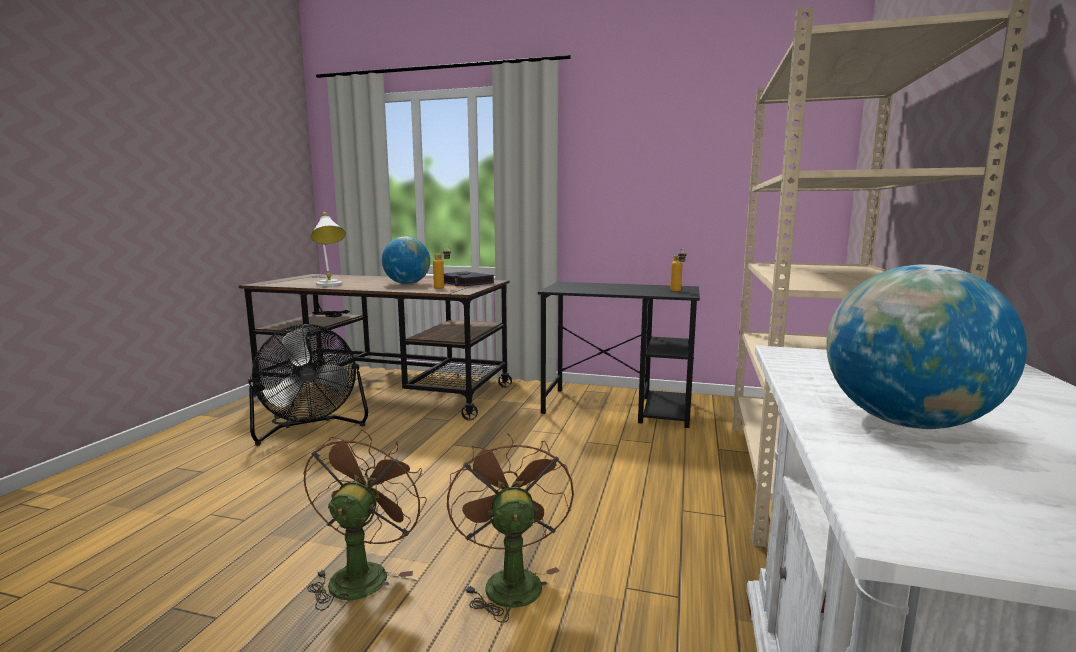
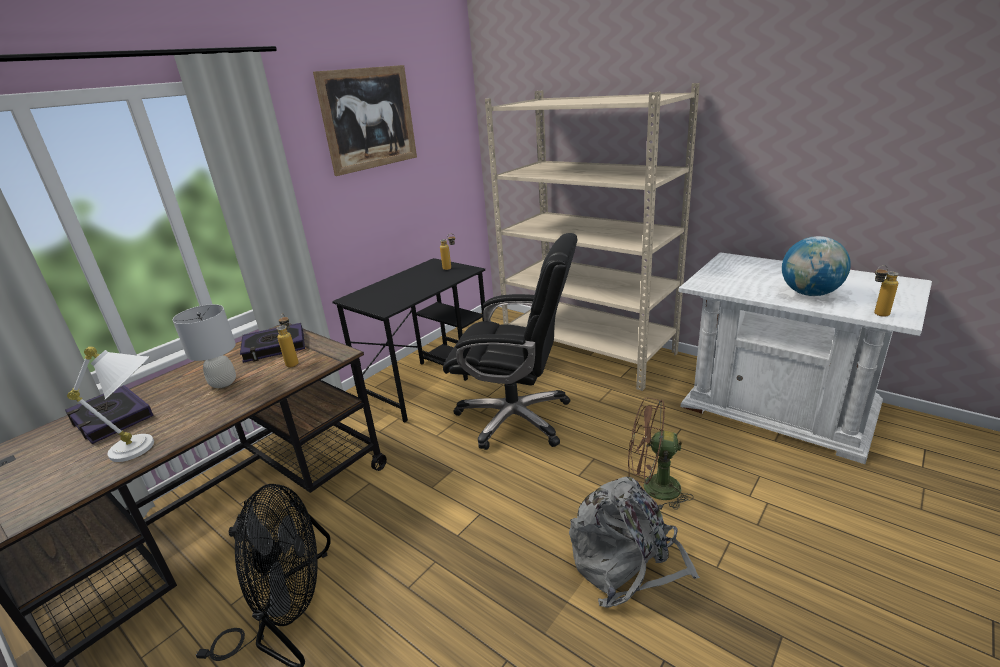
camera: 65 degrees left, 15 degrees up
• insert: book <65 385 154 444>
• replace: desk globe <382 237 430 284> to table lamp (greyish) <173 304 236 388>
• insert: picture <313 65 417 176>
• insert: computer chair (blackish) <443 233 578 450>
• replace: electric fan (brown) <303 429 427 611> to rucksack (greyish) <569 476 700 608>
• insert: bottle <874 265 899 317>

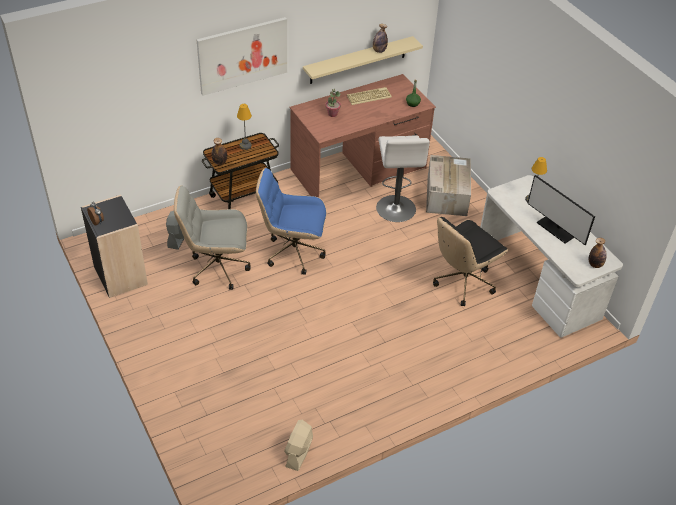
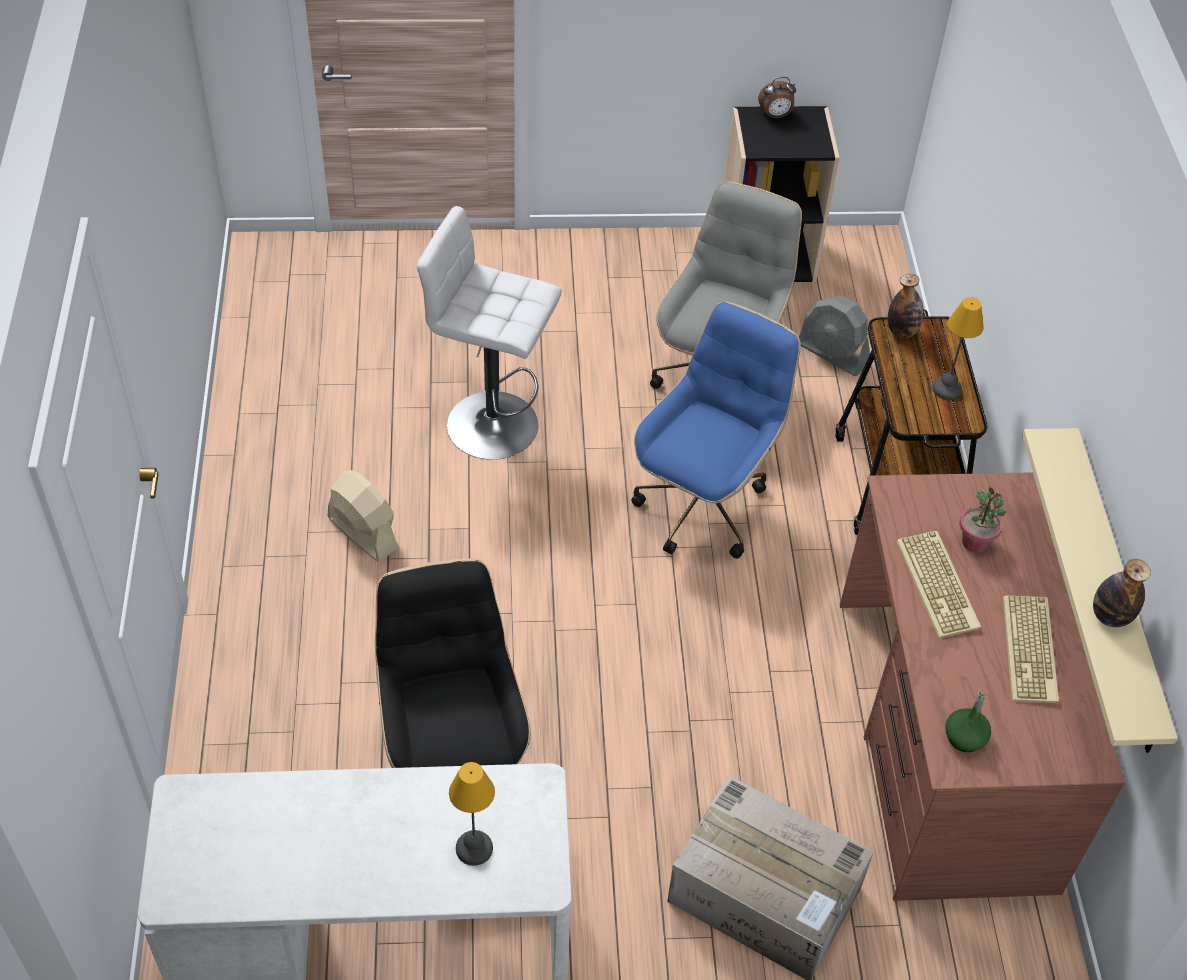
camera: 115 degrees right, 5 degrees up
• move: electric fan (beige-coloured) <284 420 313 471> to <328 470 399 562>
• move: stool (white-coloured) <376 136 430 222> to <417 206 562 460>
• insert: keyboard <897 531 981 638>
• delete: picture <196 17 287 96>
• delete: computer display <527 175 595 245>
• delete: bottle <589 238 607 268>

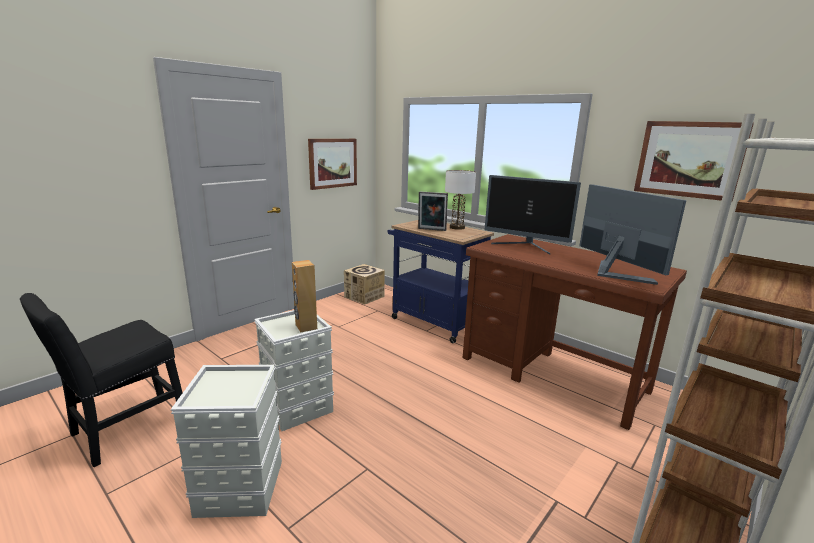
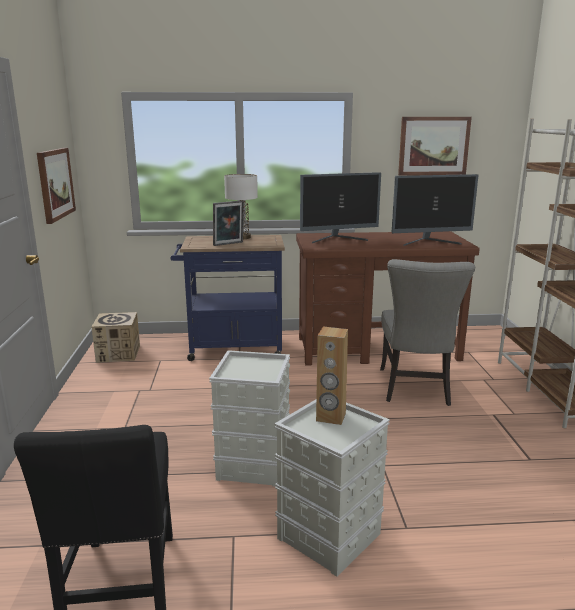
camera: 45 degrees left, 0 degrees up
• move: speaker (brown) <292 260 317 333> to <316 327 348 425>
• insert: upright chair (greyish) <380 259 475 406>
• rotate: computer display <579 184 686 285> = <392 174 479 246> 150 degrees clockwise

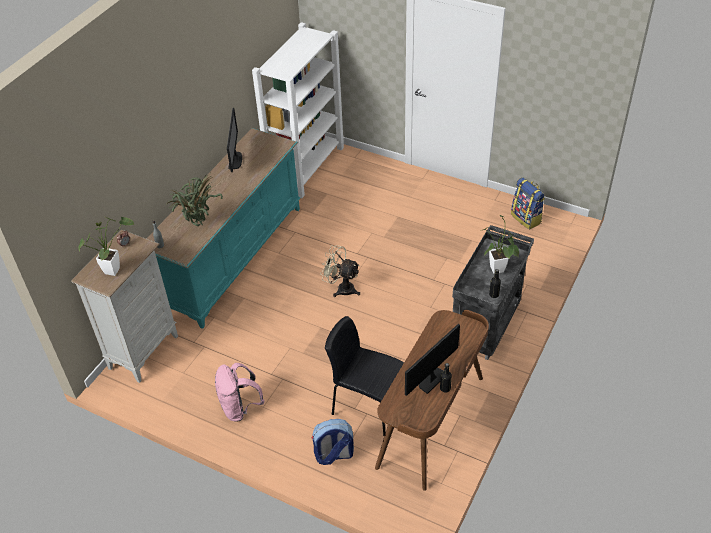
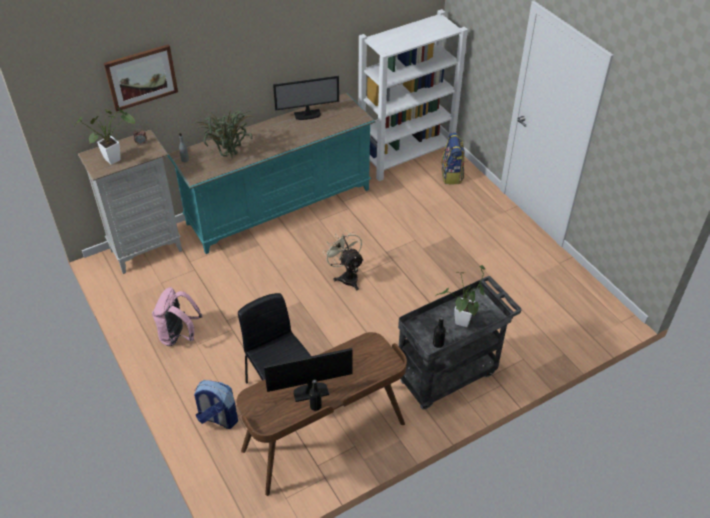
camera: 30 degrees right, 0 degrees up
• insert: picture <104 44 178 112>
• rotate: computer display <227 108 242 172> = <273 75 339 120> 45 degrees clockwise
• move: rucksack <511 178 545 230> to <441 133 465 184>

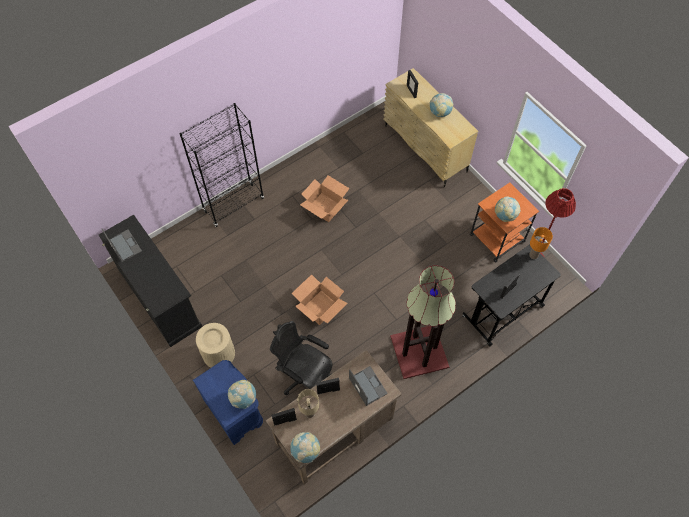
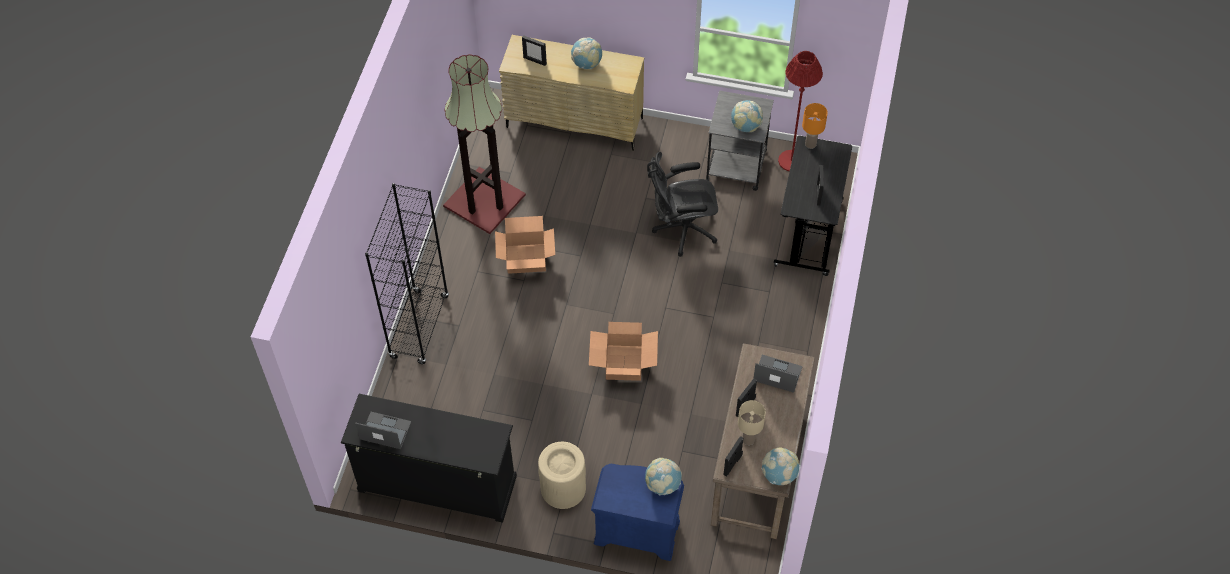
camera: 40 degrees left, 5 degrees down
• move: standard lamp <390 265 456 379> to <443 54 526 234>
• move: computer chair <270 321 332 395> to <647 152 718 257>
• recolor: cart (orangey) <470 183 539 262> to cart (greyish) <706 90 774 191>

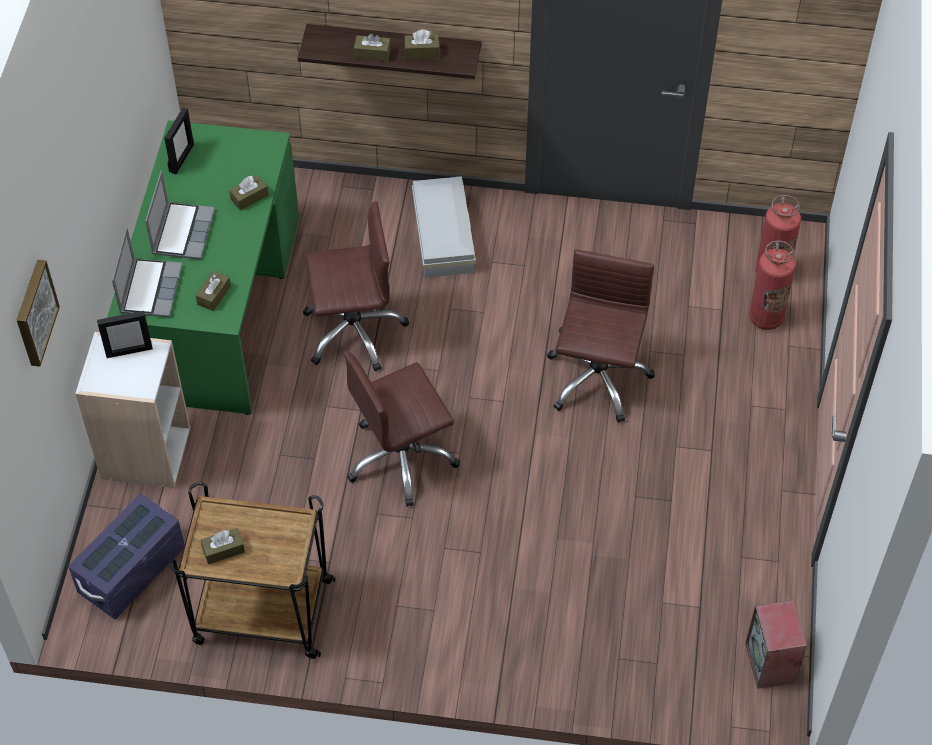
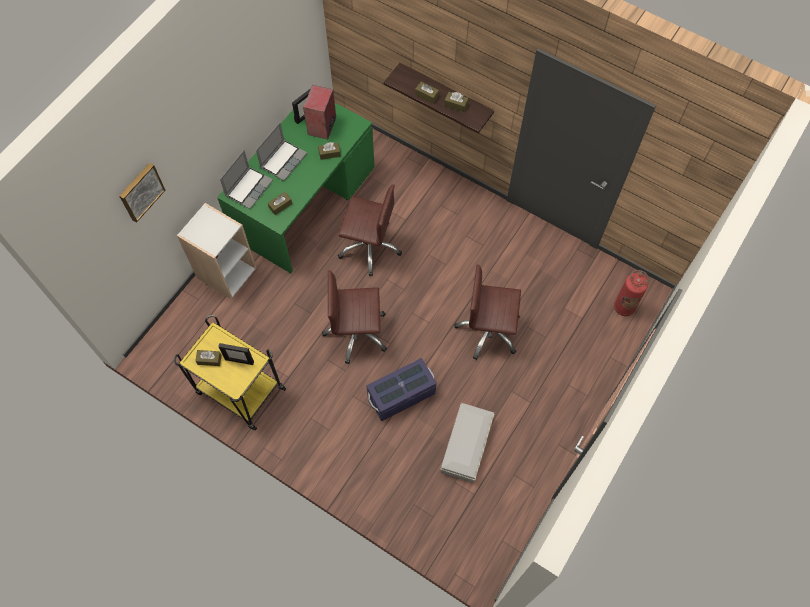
camera: 25 degrees right, 10 degrees up
• recolor: cart (brown) <169 482 336 659> to cart (yellow) <174 315 286 430>
• move: standing frame <97 311 153 358> to <218 343 254 365>
• move: speaker <745 600 807 688> to <303 85 336 140>
• move: storage bin (purple-coloured) <68 494 185 619> to <367 358 436 421>
• move: storage bin (white-coloured) <412 176 476 278> to <440 403 494 483>
• rotate: computer chair (brown) <547 249 655 423> = <454 264 521 360> 120 degrees counterclockwise
• delete: extinguisher <749 240 795 330>

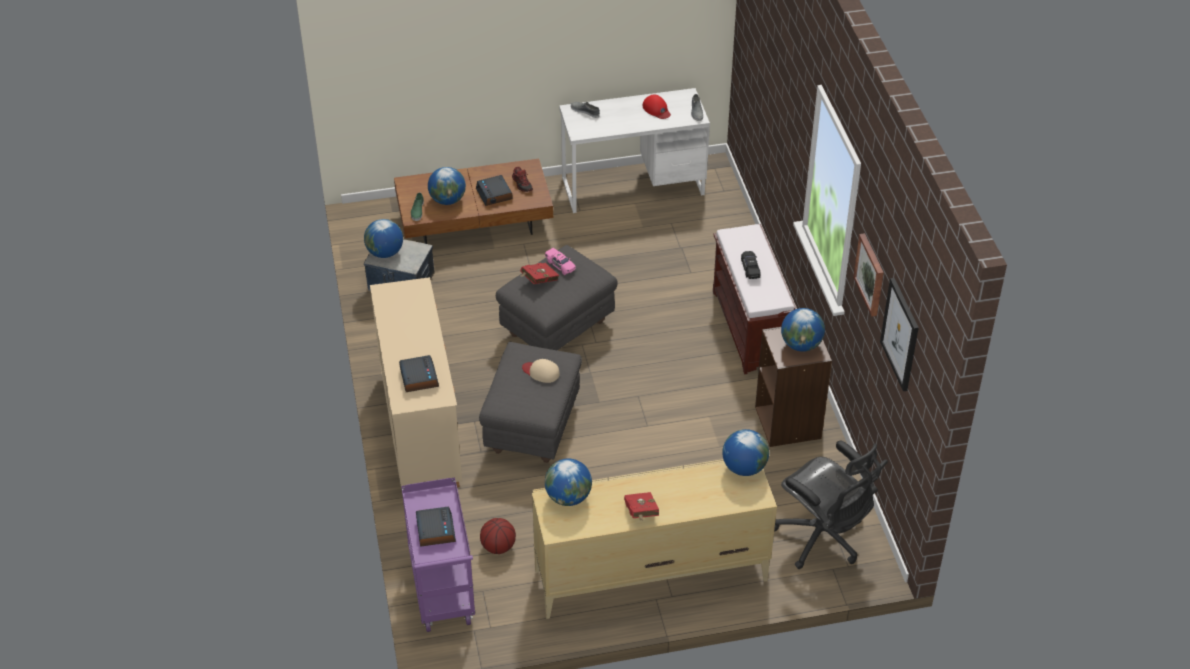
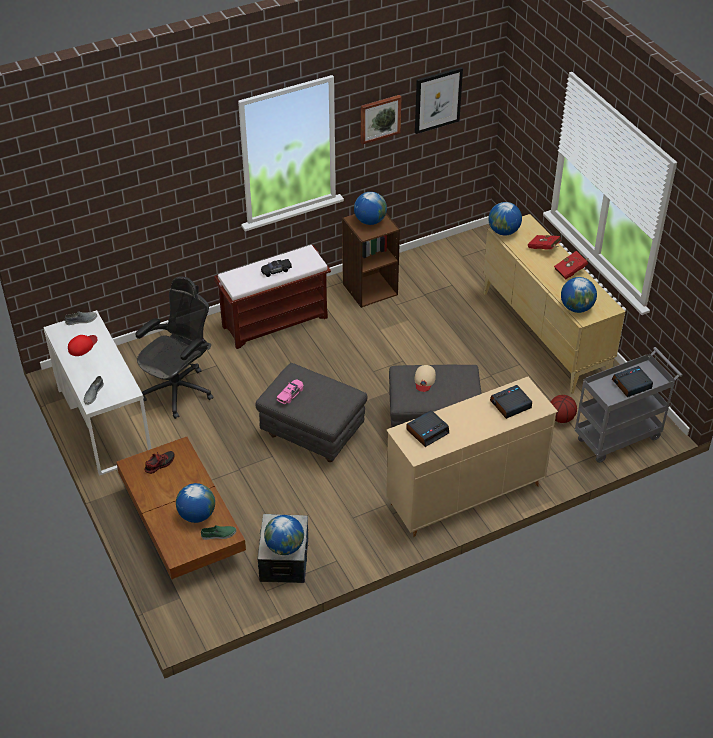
camera: 105 degrees left, 0 degrees up
• move: computer chair <774 441 888 569> to <135 276 213 419>
• move: table clock <476 175 513 206> to <406 410 449 447>
• move: book (red-coloured) <520 263 559 284> to <528 235 561 249>
• recolor: cart (purple-coloured) <401 478 475 632> to cart (greyish) <575 347 683 463>

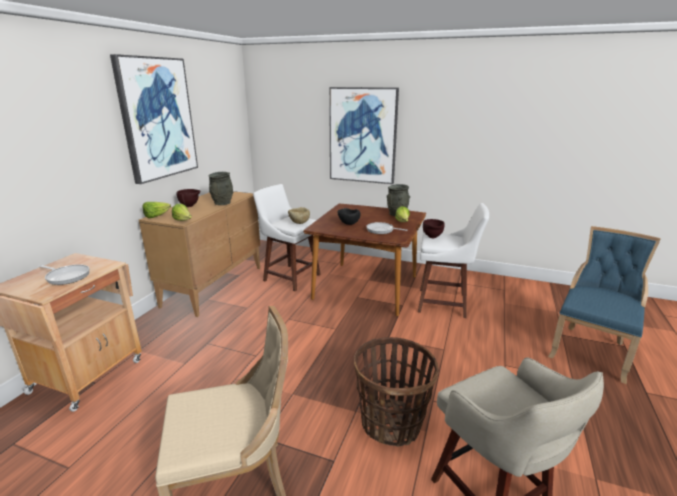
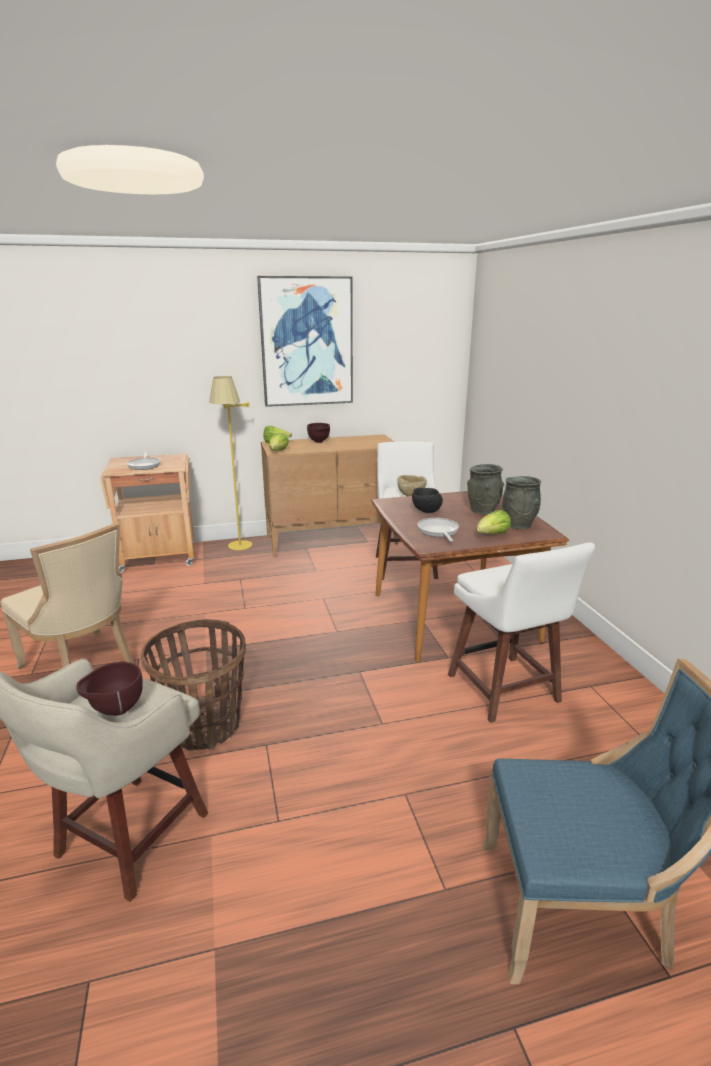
camera: 55 degrees right, 0 degrees up
• move: serving bowl (brown) <423 219 445 238> to <76 662 143 716>
• insert: standard lamp (yellow) <209 376 252 550>
• move: vase (greyish) <208 172 233 205> to <467 464 504 514>
• delete: picture <329 87 399 184>

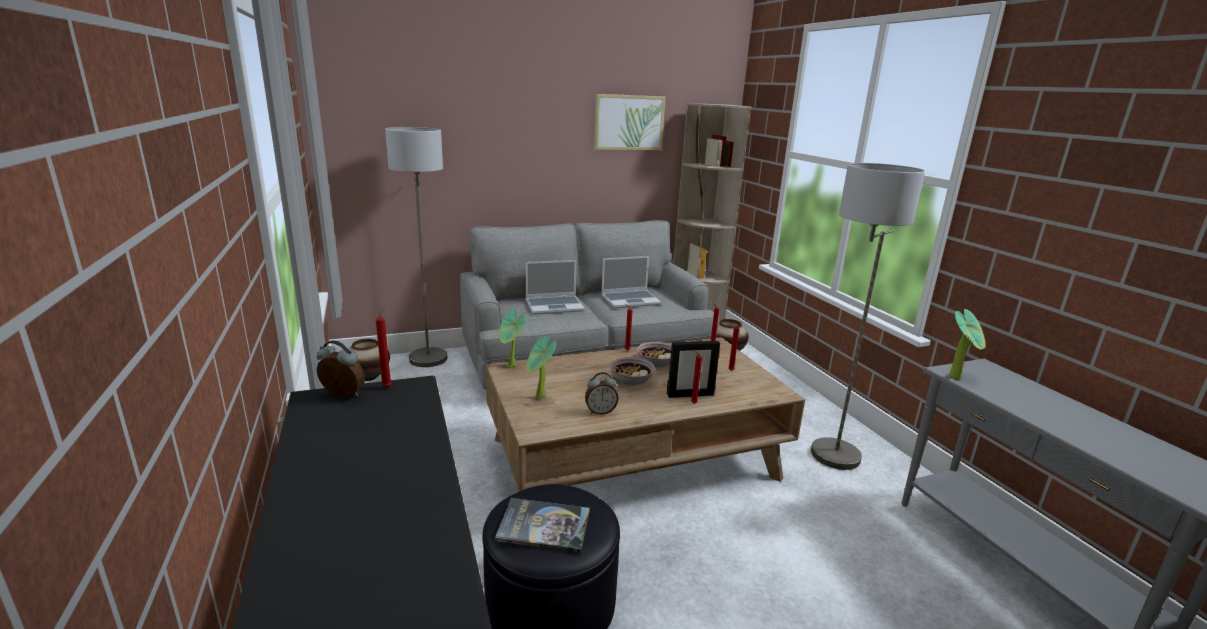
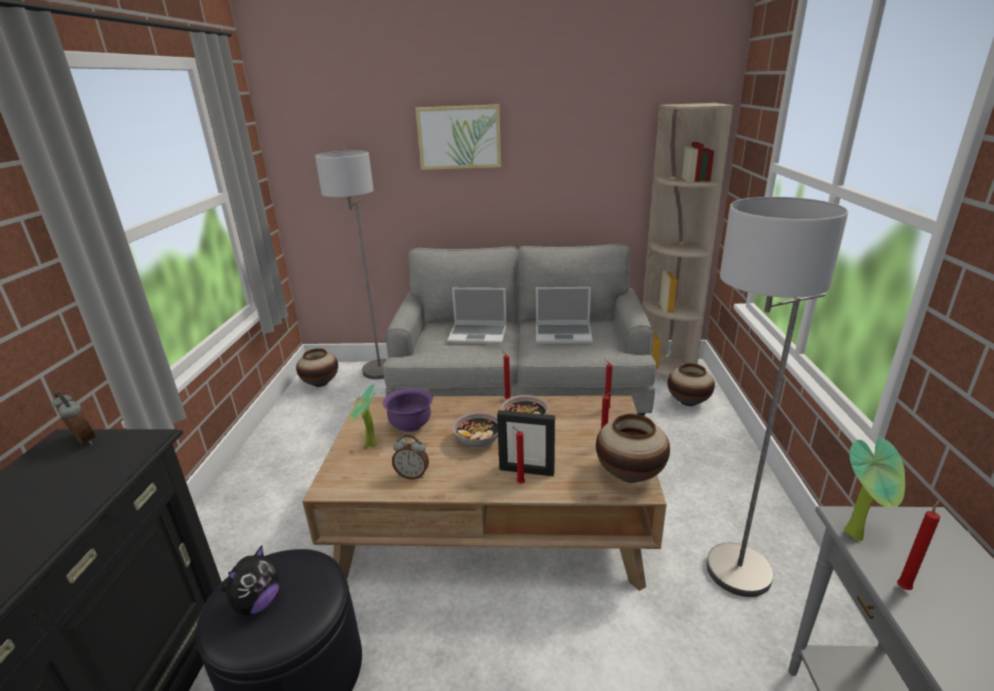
camera: 25 degrees right, 5 degrees up
• replace: book <495 498 590 553> to soft toy <222 545 279 615>
• insert: serving bowl (purple-coloured) <383 388 433 432>
• move: picture <594 94 666 150> to <416 104 501 170>
• insert: vase <596 414 670 483>
• move: wax candle (red-coloured) <376 308 392 388> to <897 500 940 590>
• delete: plant in a pot <499 310 526 368>

